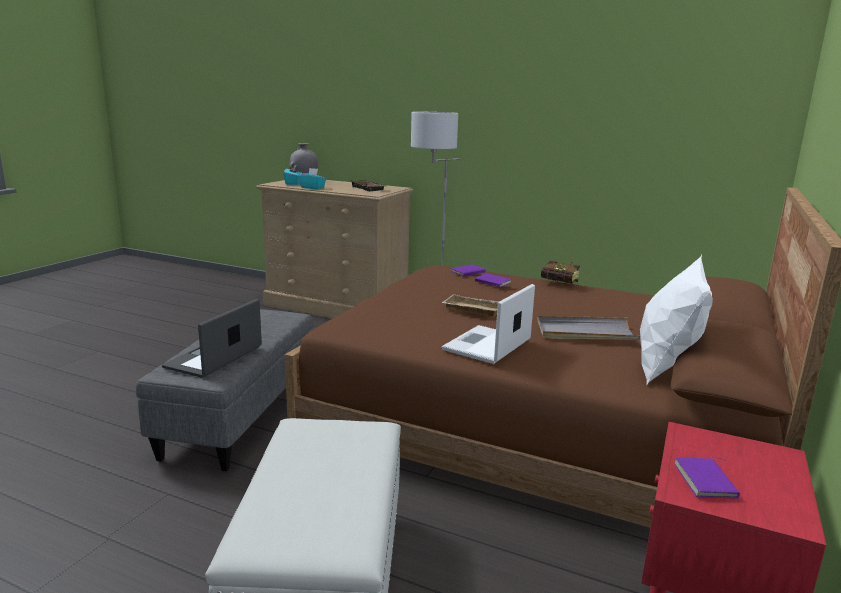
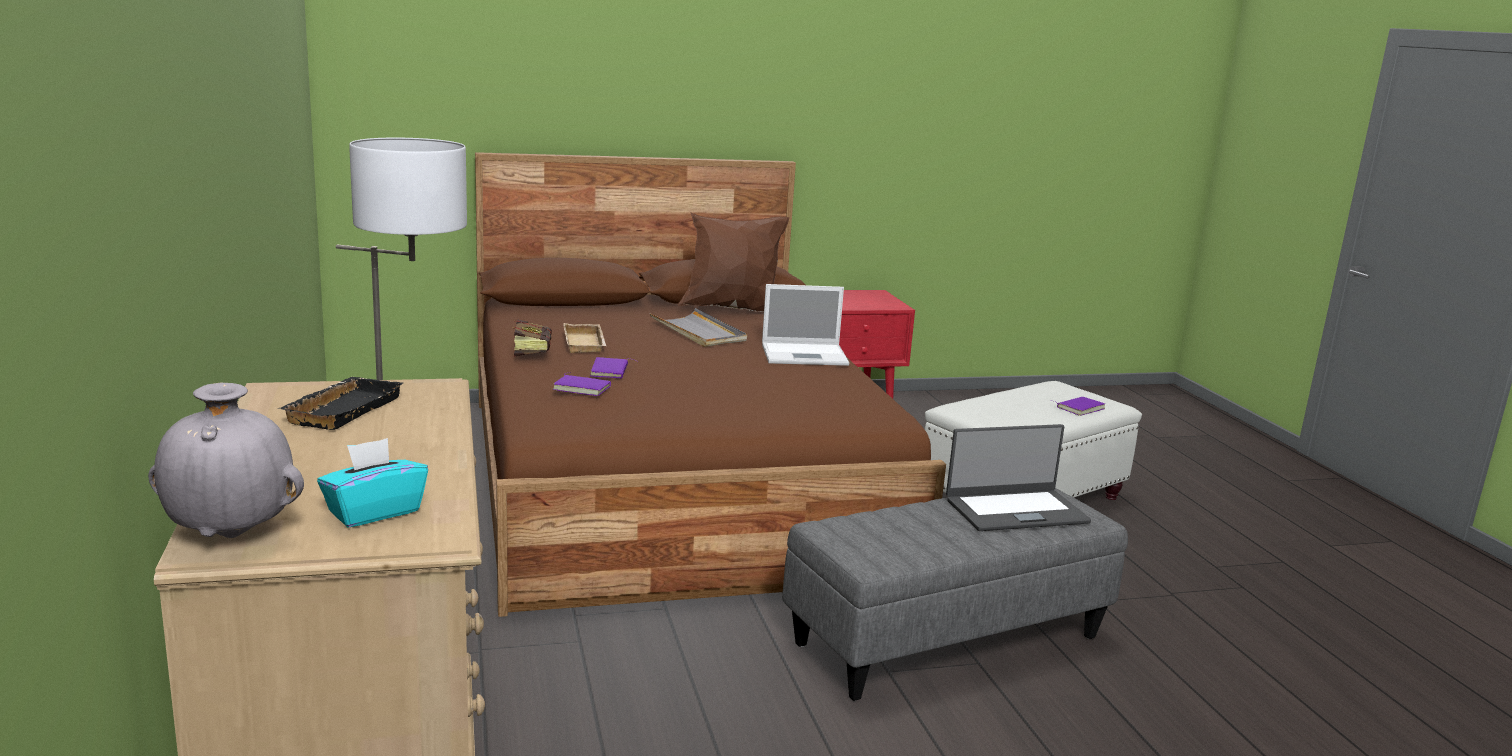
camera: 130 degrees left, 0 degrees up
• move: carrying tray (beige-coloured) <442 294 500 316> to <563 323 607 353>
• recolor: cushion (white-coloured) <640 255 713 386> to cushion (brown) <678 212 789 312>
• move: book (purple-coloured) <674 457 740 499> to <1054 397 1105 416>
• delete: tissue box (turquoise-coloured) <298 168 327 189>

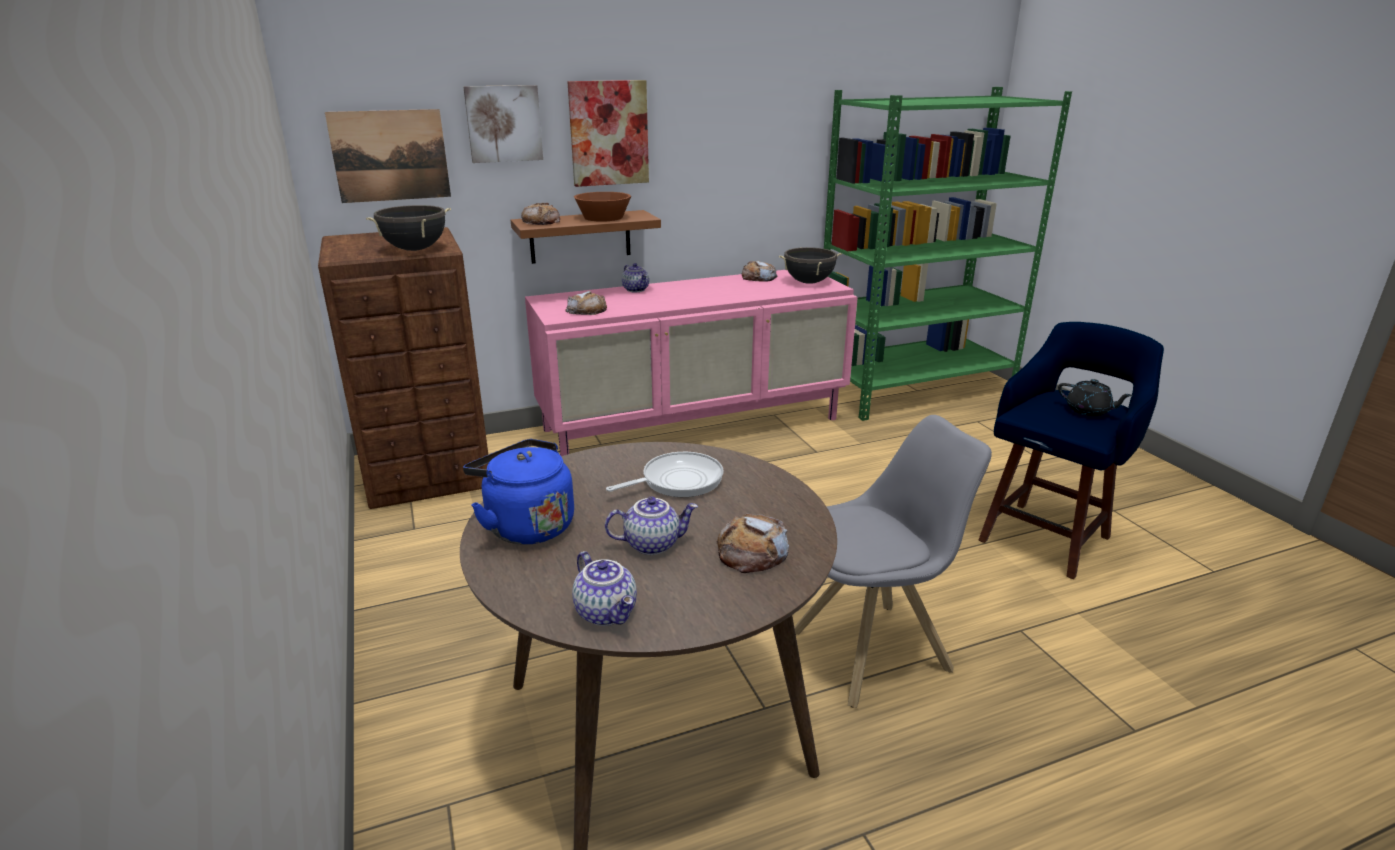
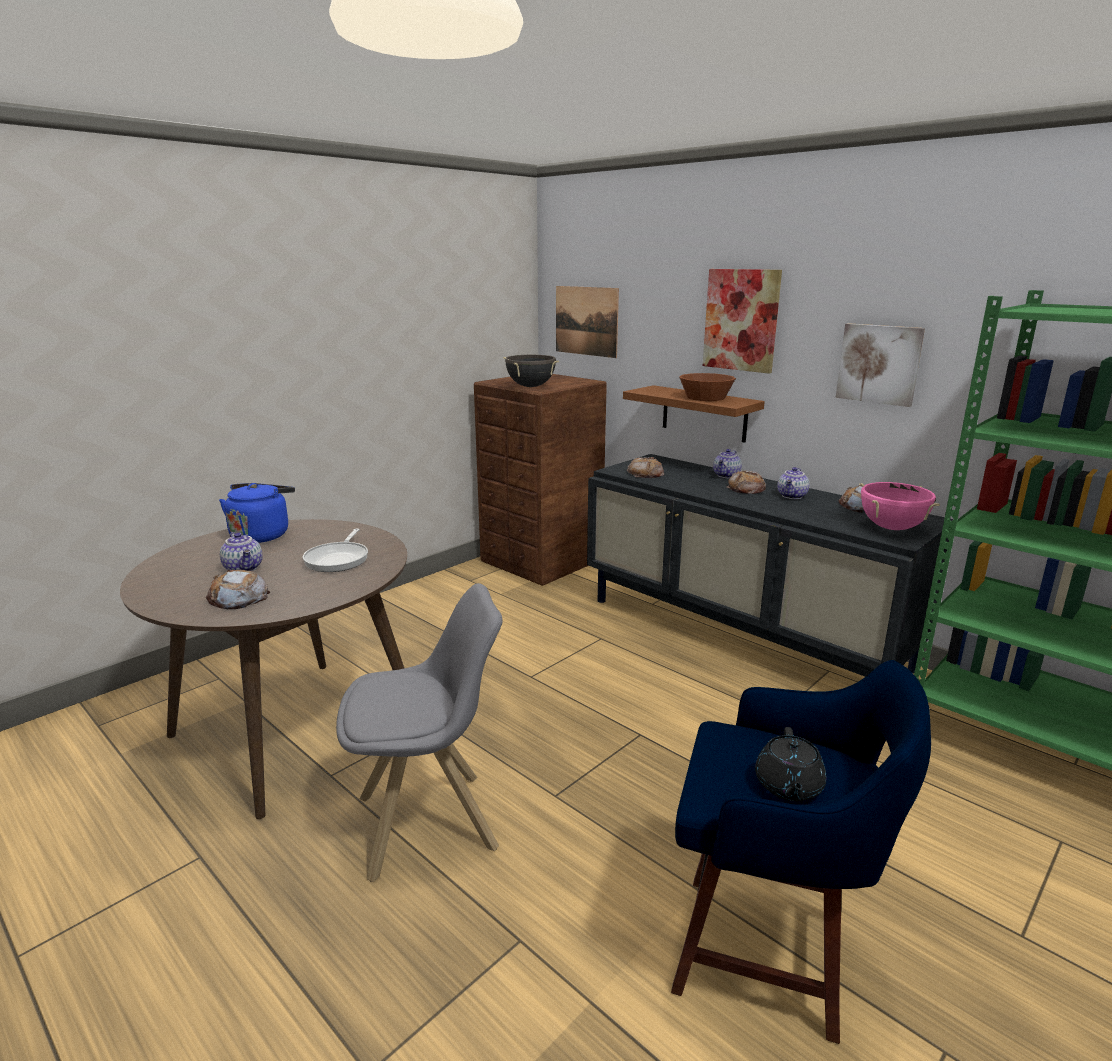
camera: 65 degrees right, 5 degrees down
• rotate: frying pan <606 452 724 497> = <302 529 368 572> 60 degrees clockwise
• rotate: upright chair (greyish) <794 415 992 708> = <336 583 503 882> 60 degrees counterclockwise
• recolor: storage cabinet (pink) <525 270 858 456> to storage cabinet (blackish) <587 454 954 677>
• move: bread <521 203 560 225> to <727 471 766 494>
• move: pot for tea <572 551 637 626> to <777 467 809 499>
• move: picture <463 85 543 163> to <835 323 925 407>
• recolor: stockpot (blackish) <779 247 842 284> to stockpot (pink) <859 482 940 530>

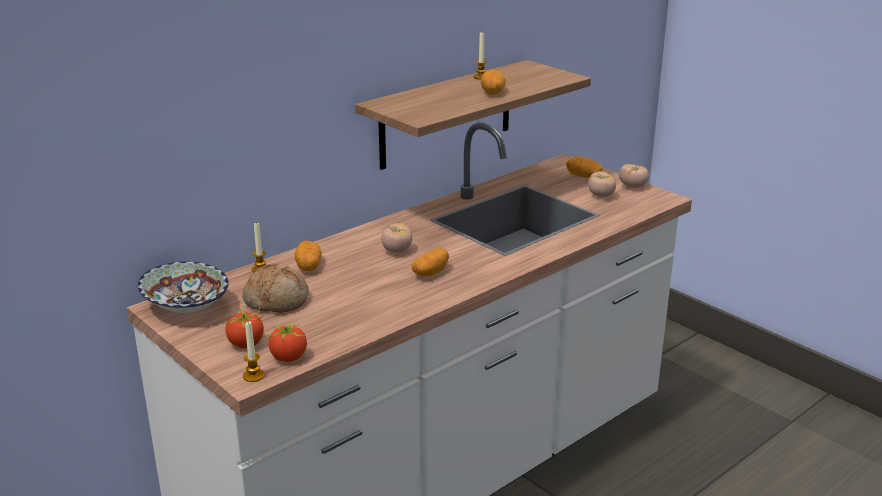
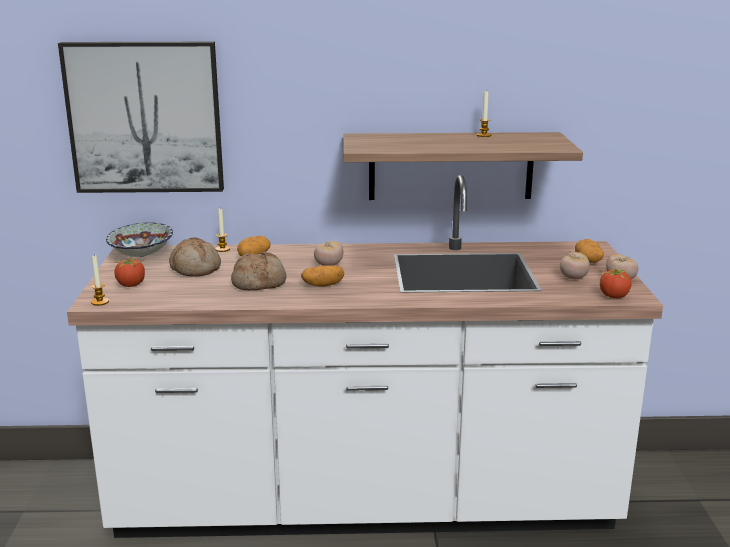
camera: 40 degrees right, 5 degrees down
• insert: picture <58 42 224 193>
• insert: bread <231 251 286 290>
• move: whole tomato <268 322 307 362> to <600 268 632 298>
• delete: spud <481 69 506 95>

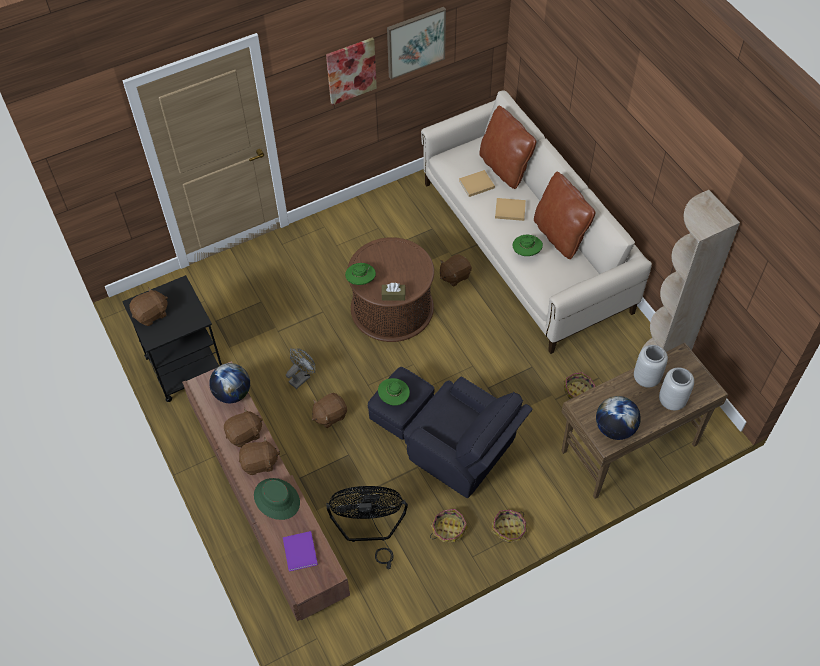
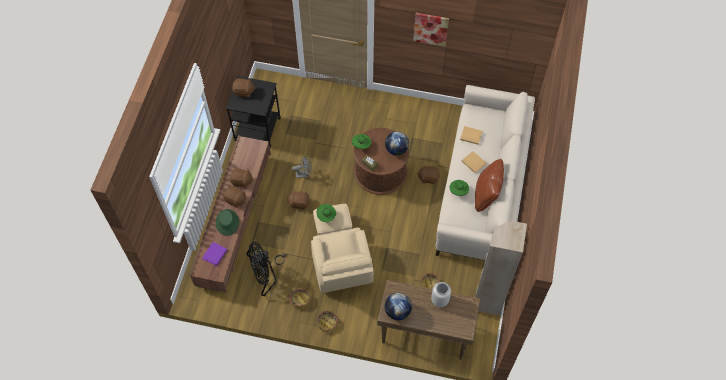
camera: 40 degrees right, 5 degrees up
• rotate: electric fan (blackish) <326 486 408 570> = <246 242 287 296> 150 degrees counterclockwise
• recolor: lounge chair (blackish) <368 367 533 498> to lounge chair (beige-coloured) <311 204 374 293>
• move: desk globe <209 363 250 403> to <385 131 409 156>
• delete: picture <387 7 446 79>
• delete: cushion (brown) <479 106 536 189>
• delete: vase (greyish) <659 367 694 410>

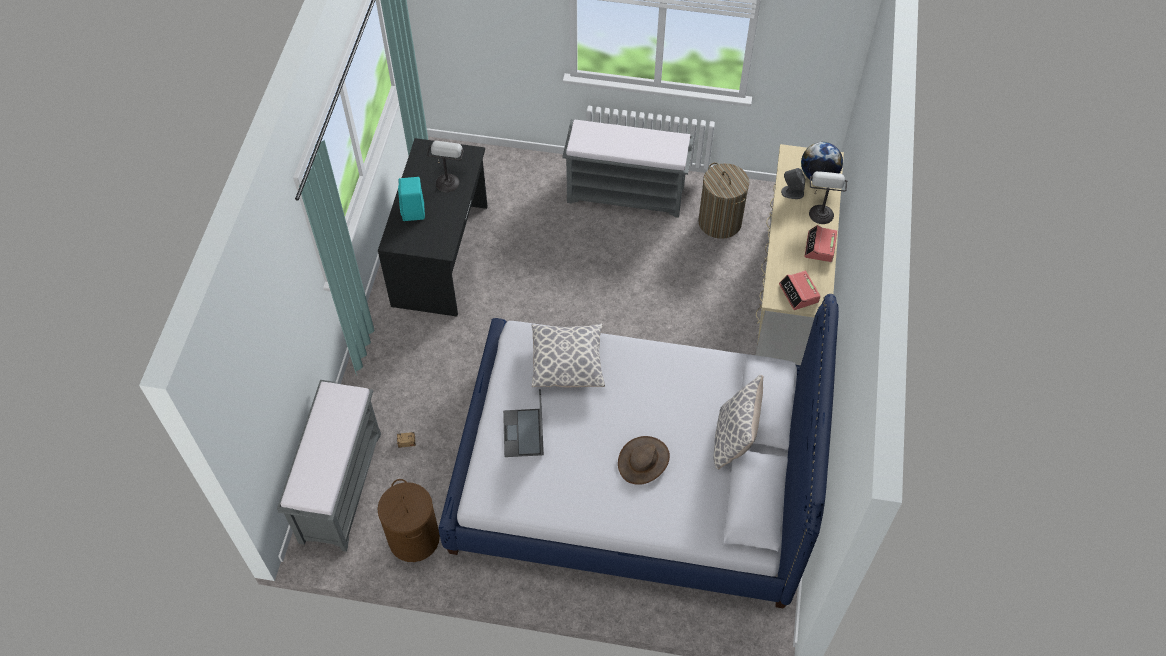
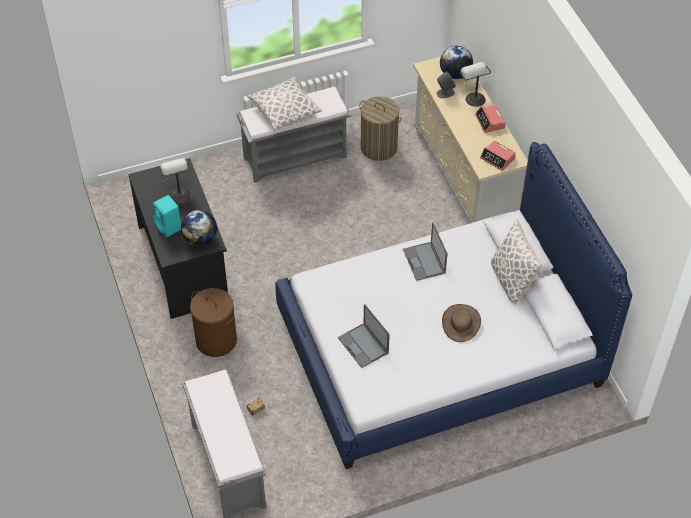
camera: 30 degrees left, 5 degrees down
• insert: desk globe <181 210 217 246>
• move: washing basket (brown) <377 479 440 562> to <190 288 237 357>
• move: cushion <531 323 605 387> to <247 77 322 131>
• insert: laptop <403 222 448 281>

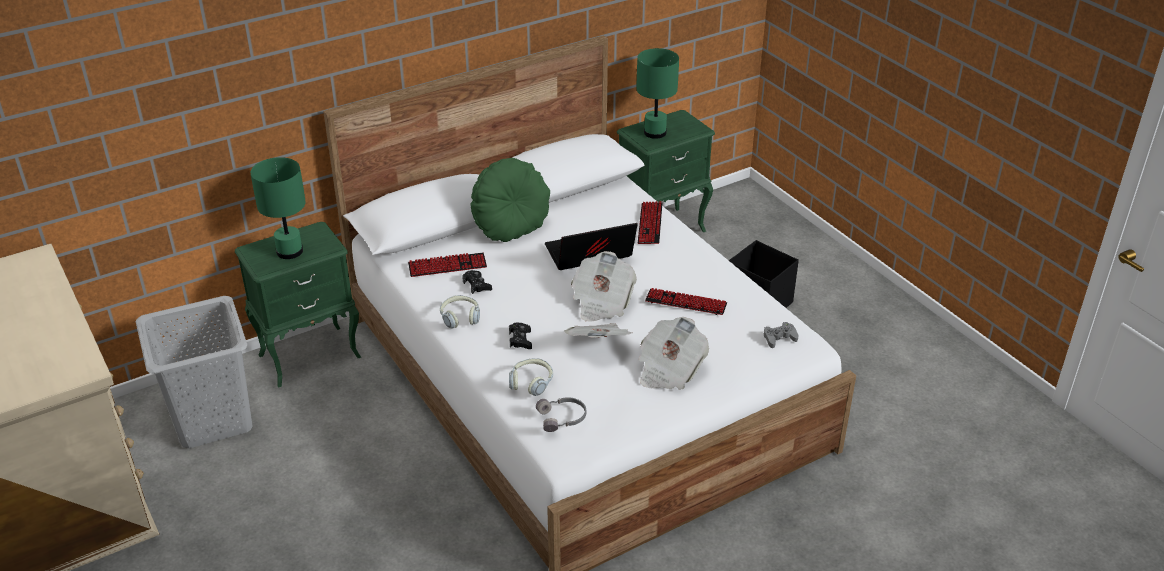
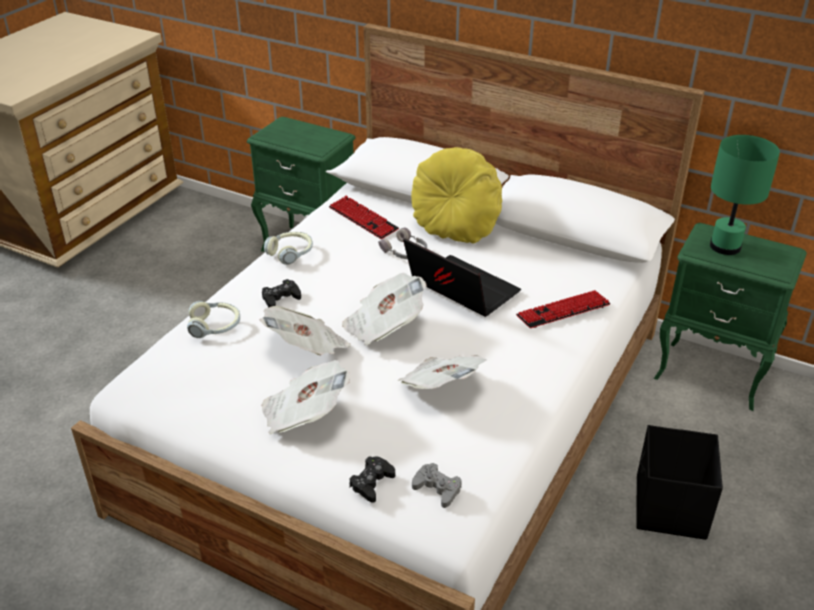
camera: 60 degrees right, 0 degrees up
• move: game controller (blackish) <463 270 492 294> to <349 456 395 503>
• move: headset (greyish) <536 397 586 432> to <378 228 427 259>
• replace: keyboard <645 288 727 315> to daily paper <398 355 487 389>
• recolor: cushion (green) <470 158 550 242> to cushion (yellow) <411 147 502 243>
• delete: washing basket (greyish) <136 296 253 448>
• delete: table lamp (green) <251 157 306 259>

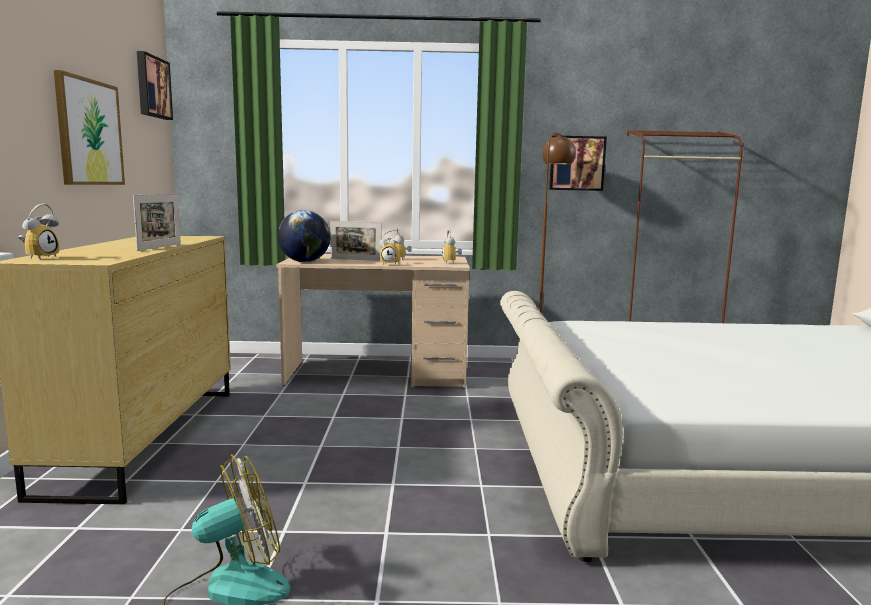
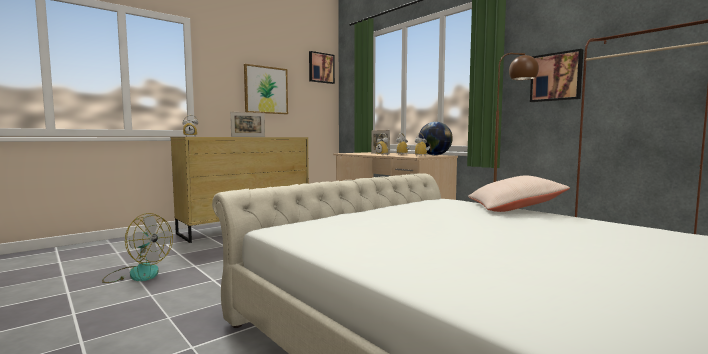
camera: 50 degrees right, 5 degrees down
• move: desk globe <278 210 331 262> to <418 122 453 155>
• insert: cushion (beige-coloured) <468 175 570 212>

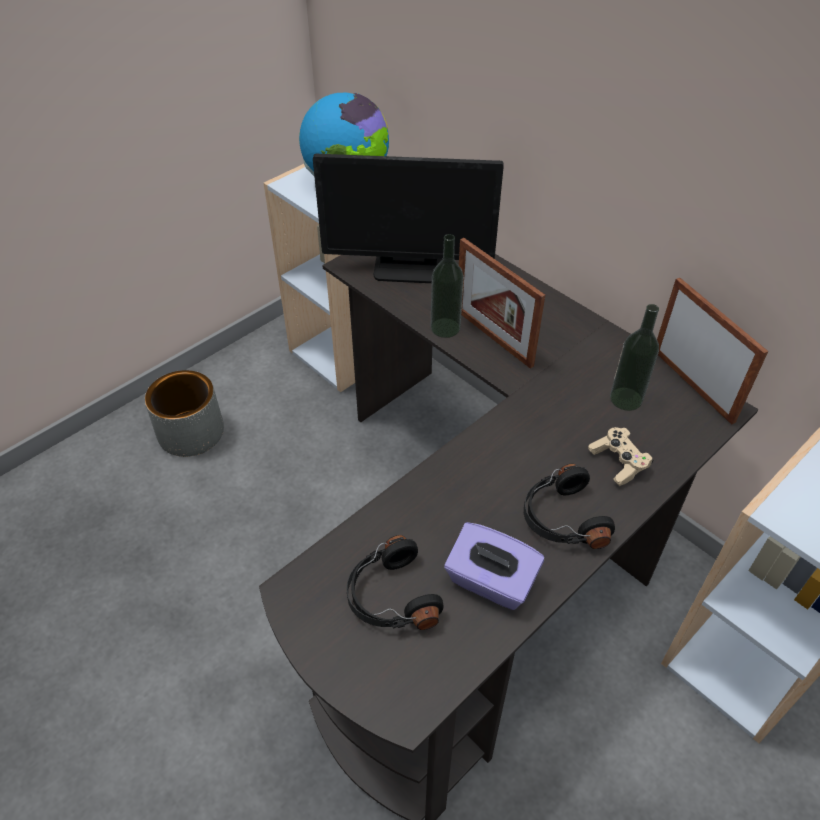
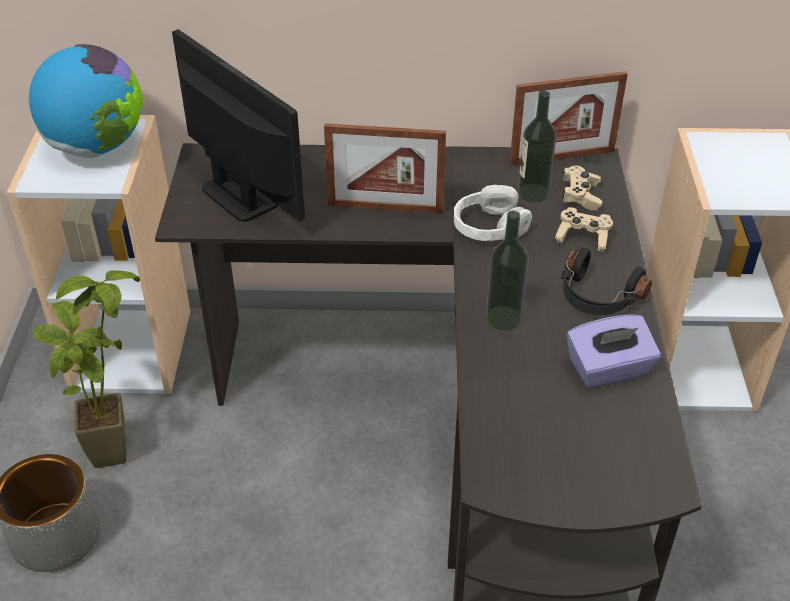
camera: 45 degrees left, 5 degrees down
• insert: plant in a pot <33 270 140 468>
• rotate: computer display <313 154 504 283> = <172 29 305 222> 90 degrees counterclockwise
• insert: headset (white-coloured) <454 185 532 241>
• move: bottle <431 234 464 338> to <486 210 529 330>
• rotate: standing frame <657 278 768 425> = <510 71 628 165> 150 degrees clockwise
• insert: game controller (beige-coloured) <562 166 602 210>
• delete: headset (blackish) <346 535 444 630>

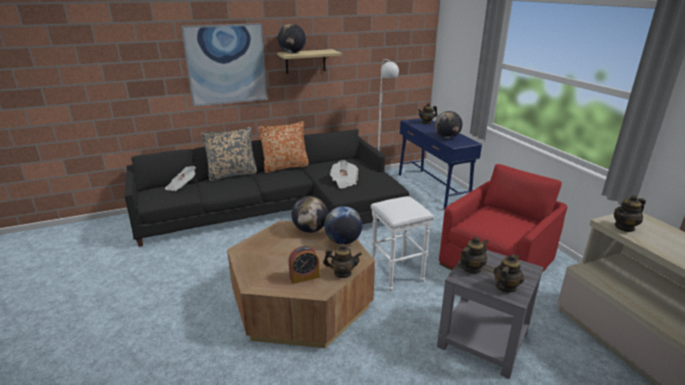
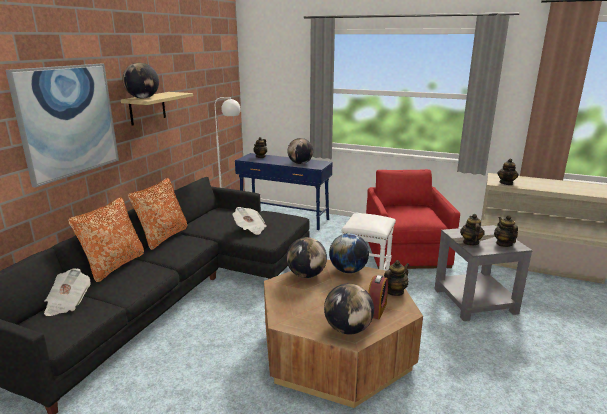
camera: 45 degrees left, 5 degrees down
• recolor: cushion (greyish) <201 127 257 181> to cushion (orangey) <68 197 144 282>
• insert: desk globe <324 283 374 334>

